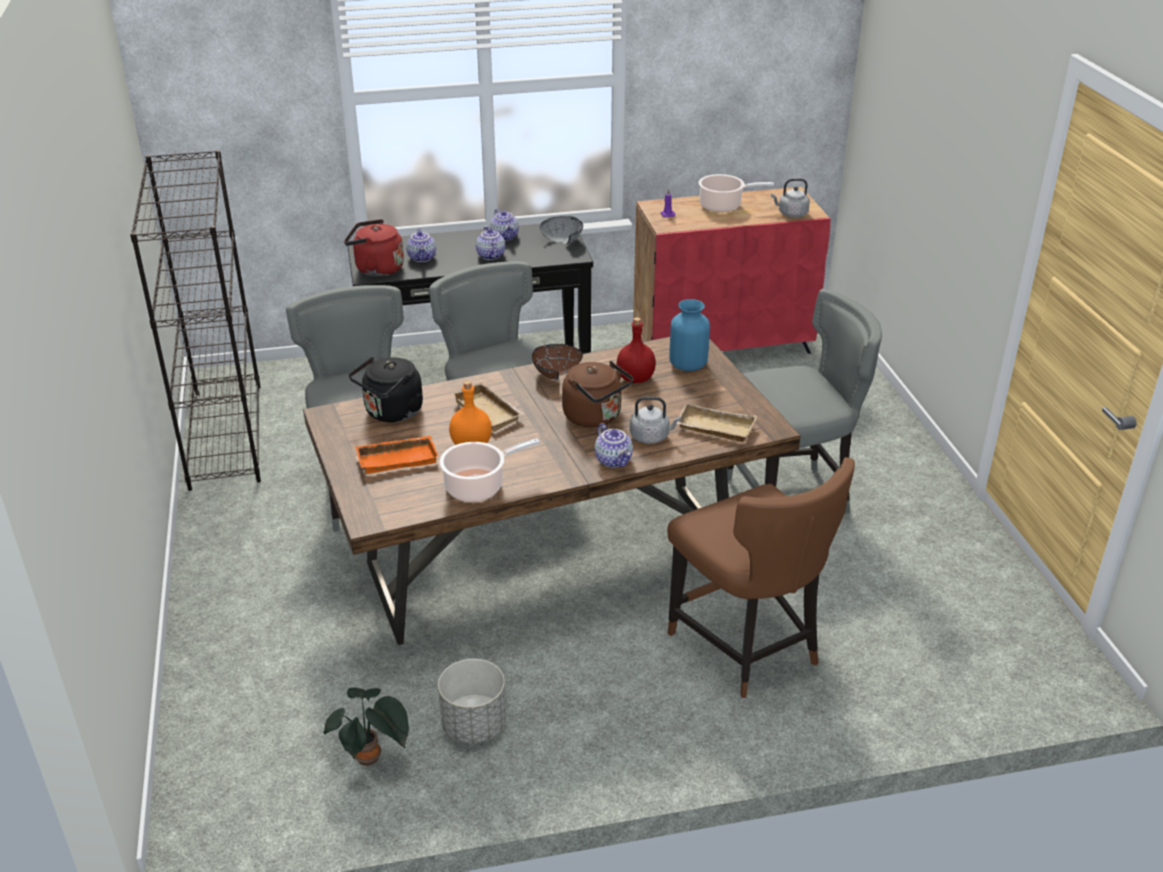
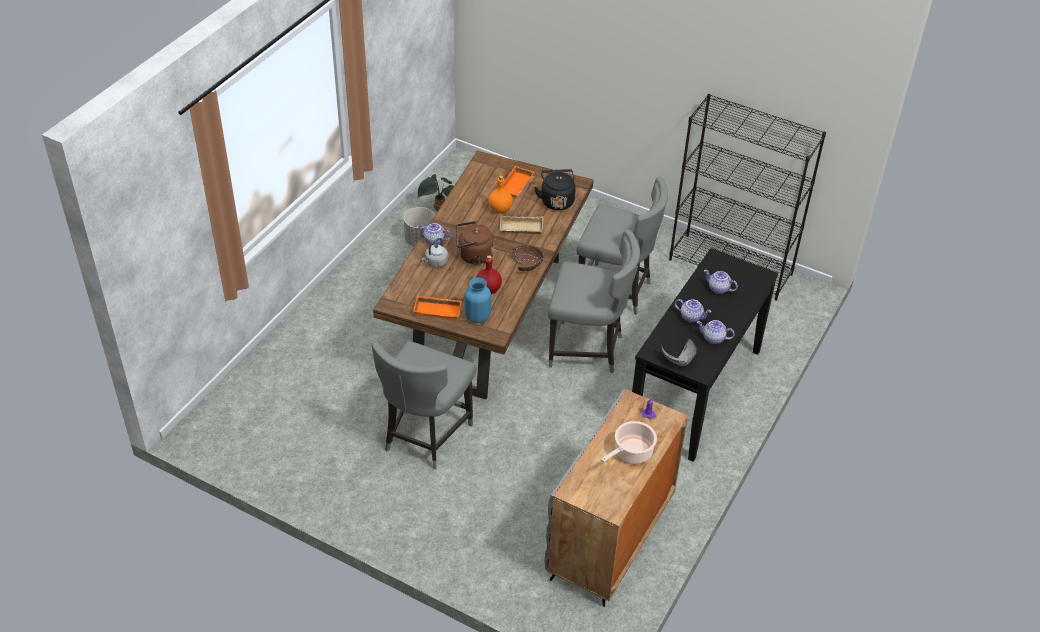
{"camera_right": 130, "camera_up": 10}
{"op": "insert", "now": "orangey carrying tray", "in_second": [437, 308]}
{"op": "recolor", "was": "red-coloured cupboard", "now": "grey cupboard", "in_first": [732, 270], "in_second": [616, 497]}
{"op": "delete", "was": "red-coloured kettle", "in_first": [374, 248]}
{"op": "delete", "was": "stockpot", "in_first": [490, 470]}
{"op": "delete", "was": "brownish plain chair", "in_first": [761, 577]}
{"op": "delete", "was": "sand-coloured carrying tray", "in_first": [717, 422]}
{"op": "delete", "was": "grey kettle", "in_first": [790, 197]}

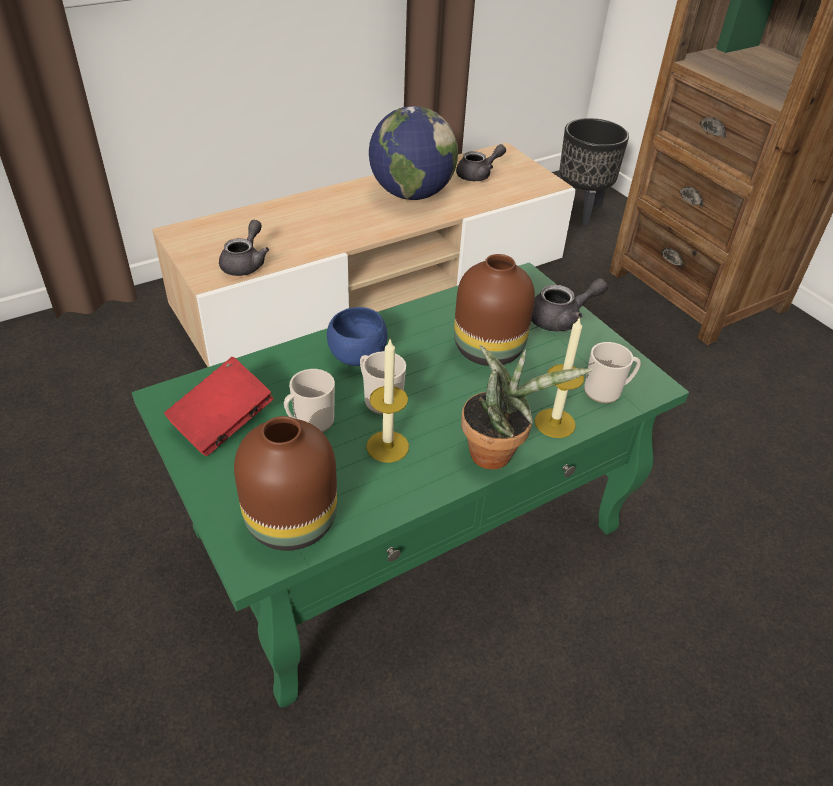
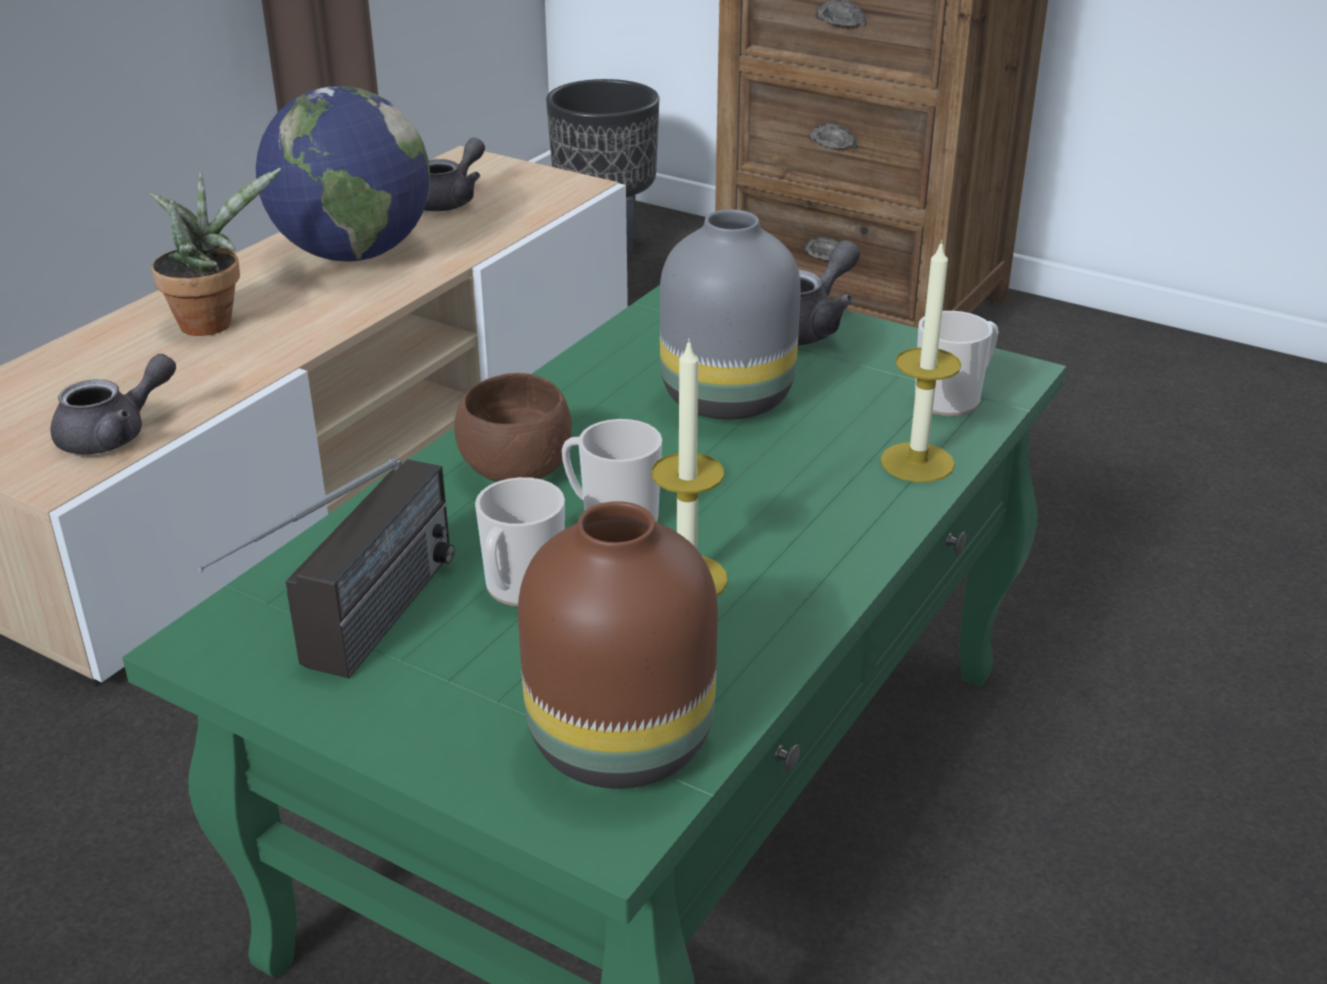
{"camera_right": -25, "camera_up": -10}
{"op": "rotate", "was": "grey teapot", "in_first": [244, 248], "in_second": [113, 404], "clockwise": 60}
{"op": "move", "was": "potted plant", "in_first": [527, 407], "in_second": [215, 252]}
{"op": "replace", "was": "red-coloured bound book", "now": "radio set", "in_first": [218, 406], "in_second": [325, 568]}
{"op": "recolor", "was": "blue bowl", "now": "brownish bowl", "in_first": [357, 336], "in_second": [513, 427]}
{"op": "recolor", "was": "brownish decorative vase", "now": "grey decorative vase", "in_first": [494, 310], "in_second": [730, 314]}

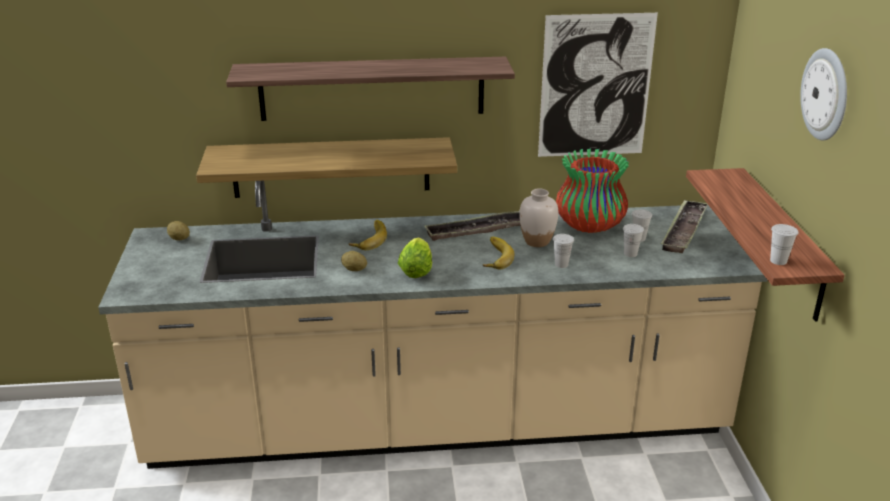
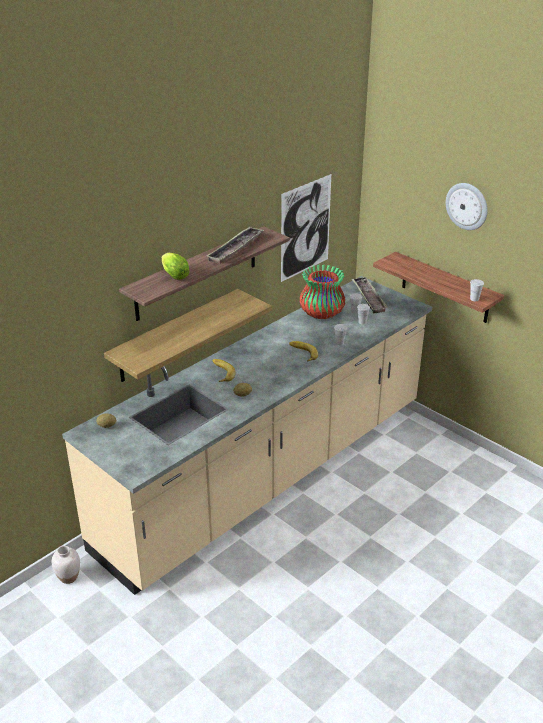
{"camera_right": -40, "camera_up": 5}
{"op": "move", "was": "whitish decorative vase", "in_first": [538, 217], "in_second": [66, 565]}
{"op": "move", "was": "head of lettuce", "in_first": [415, 258], "in_second": [176, 266]}
{"op": "move", "was": "carrying tray", "in_first": [472, 226], "in_second": [235, 245]}

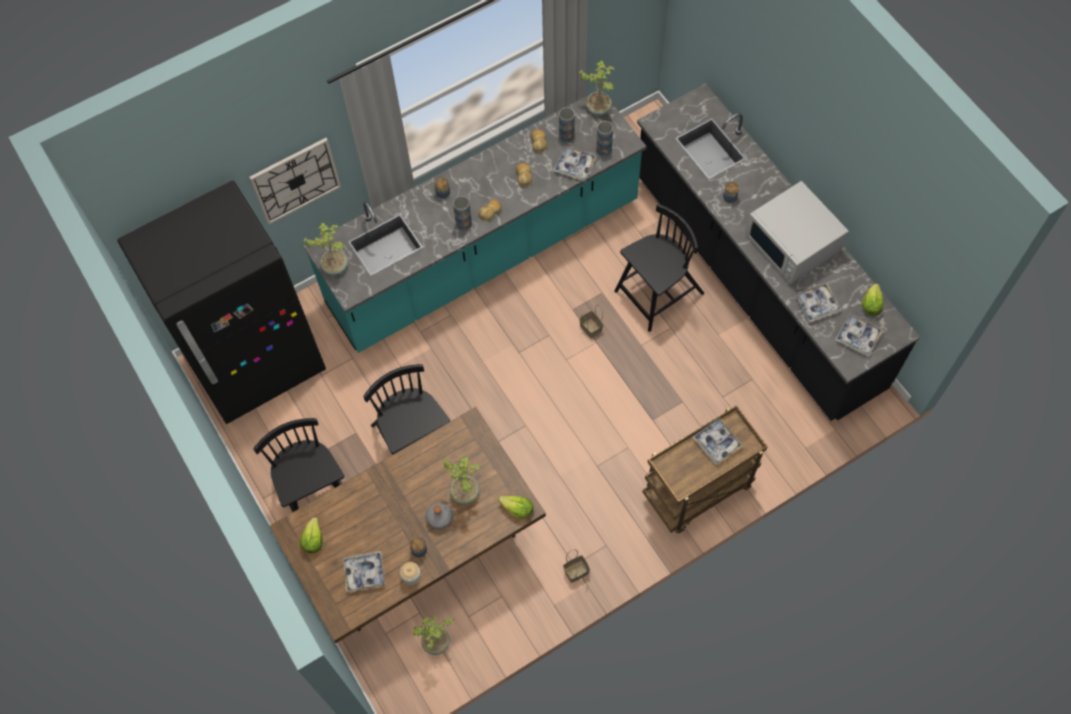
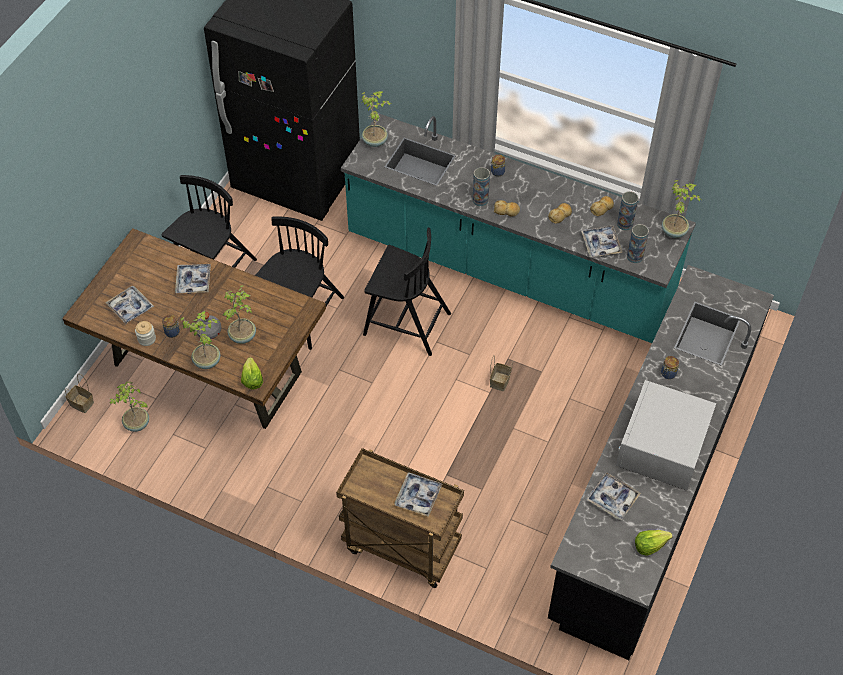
{"camera_right": 55, "camera_up": -10}
{"op": "move", "was": "household basket", "in_first": [576, 566], "in_second": [79, 393]}
{"op": "move", "was": "carrying tray", "in_first": [859, 335], "in_second": [193, 279]}
{"op": "insert", "now": "potted plant", "in_second": [200, 340]}
{"op": "move", "was": "blackish plain chair", "in_first": [659, 268], "in_second": [407, 292]}
{"op": "delete", "was": "wall clock", "in_first": [295, 181]}
{"op": "delete", "was": "head of lettuce", "in_first": [311, 535]}

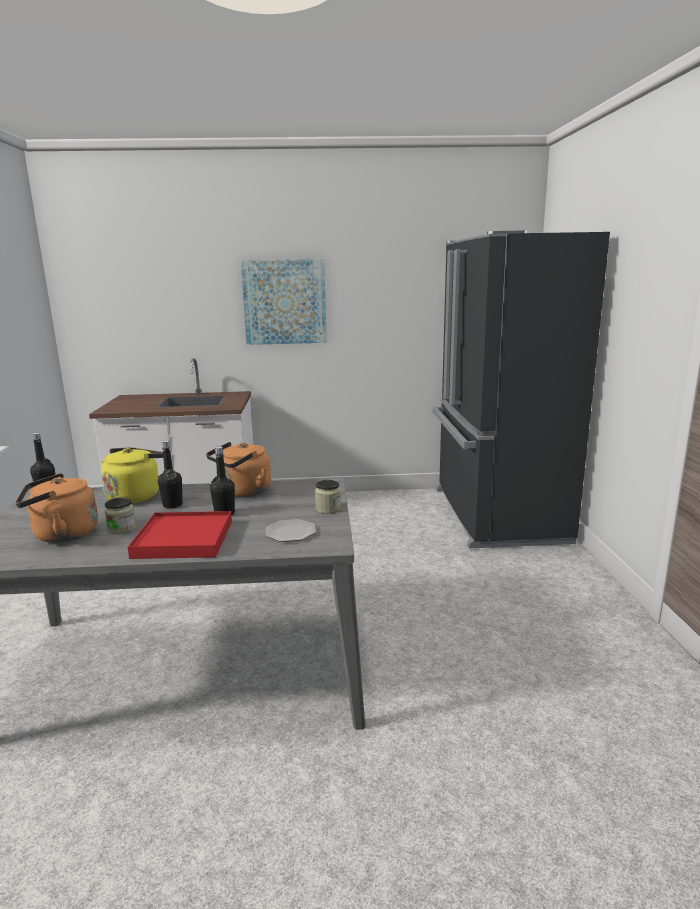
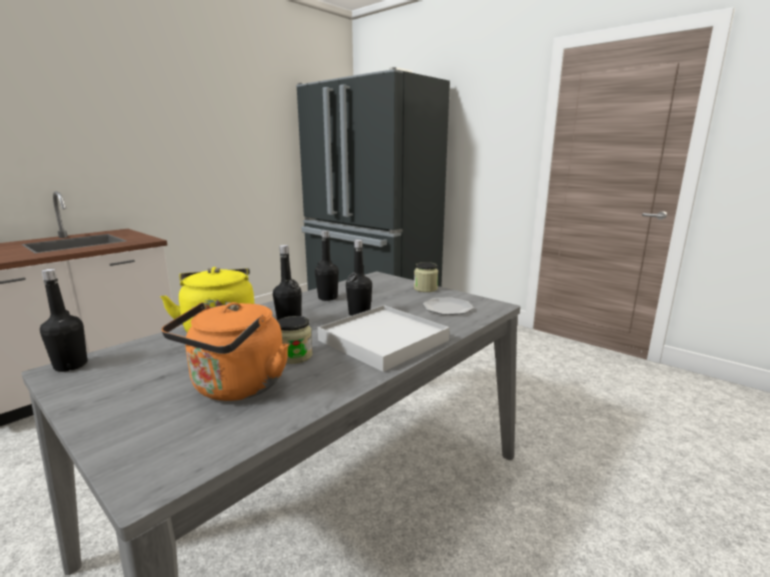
{"camera_right": -45, "camera_up": 0}
{"op": "replace", "was": "orangey kettle", "now": "blackish bottle", "in_first": [238, 469], "in_second": [327, 265]}
{"op": "recolor", "was": "red-coloured carrying tray", "now": "whitish carrying tray", "in_first": [179, 535], "in_second": [384, 338]}
{"op": "delete", "was": "wall picture", "in_first": [284, 302]}

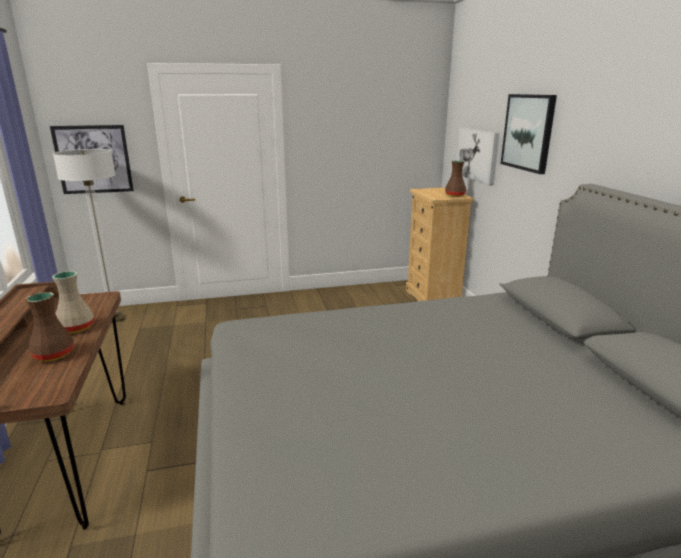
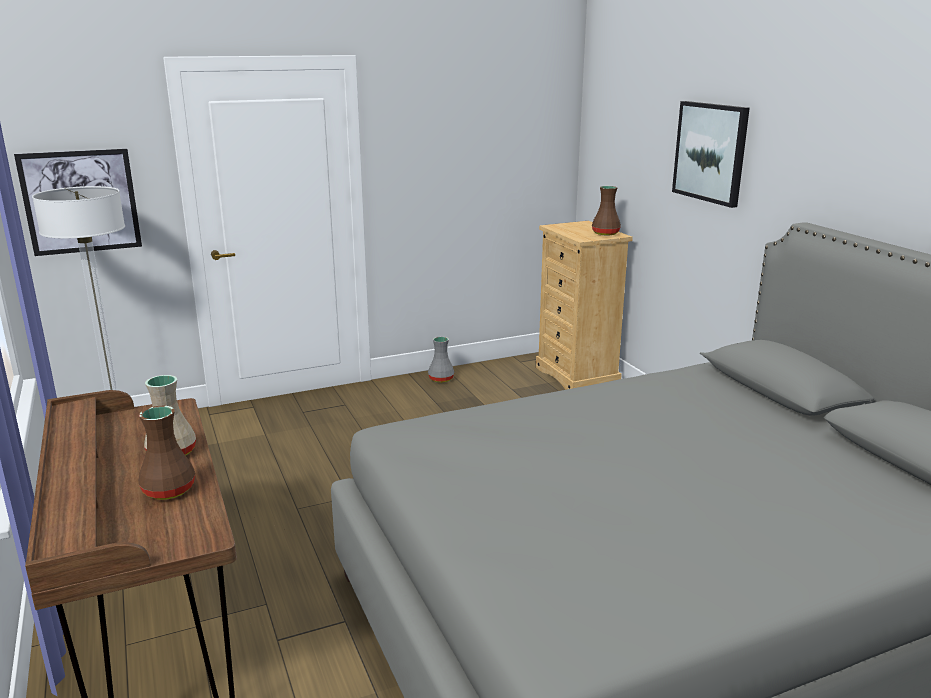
{"camera_right": -10, "camera_up": 0}
{"op": "insert", "now": "grey decorative vase", "in_second": [441, 360]}
{"op": "delete", "was": "wall picture", "in_first": [478, 157]}

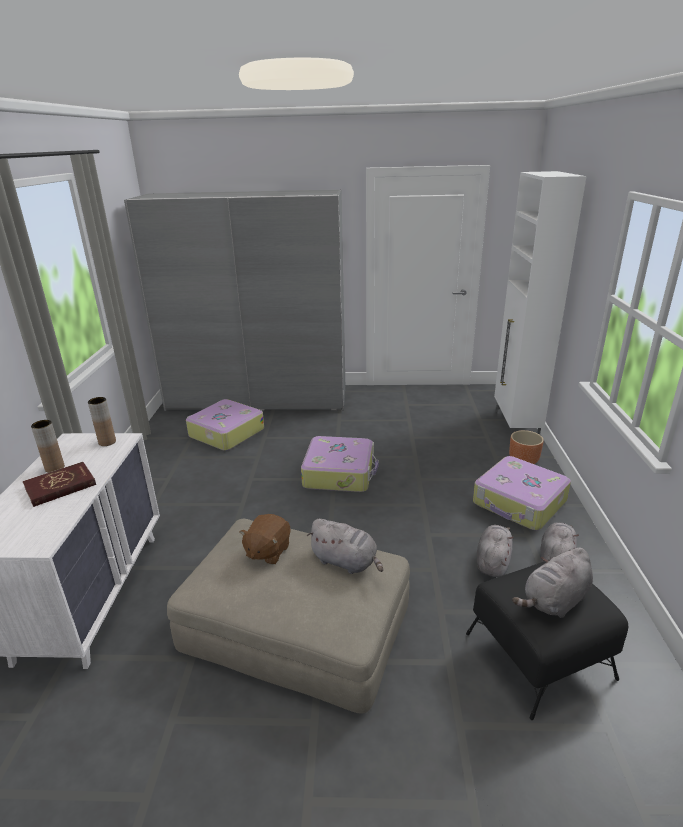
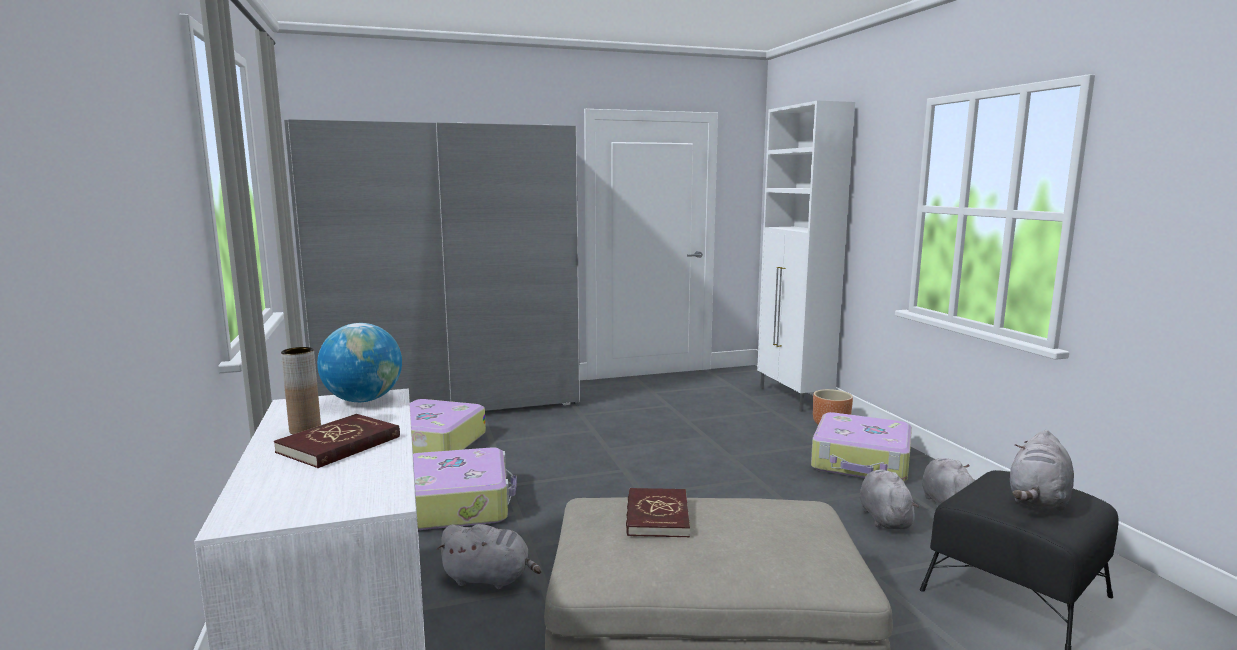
{"camera_right": -20, "camera_up": -15}
{"op": "replace", "was": "brownish decorative vase", "now": "world globe", "in_first": [102, 421], "in_second": [359, 362]}
{"op": "move", "was": "suitcase", "in_first": [340, 464], "in_second": [465, 488]}
{"op": "move", "was": "grey cuddly toy", "in_first": [345, 546], "in_second": [489, 556]}
{"op": "replace", "was": "brownish cuddly toy", "now": "red-coloured bound book", "in_first": [265, 539], "in_second": [658, 512]}

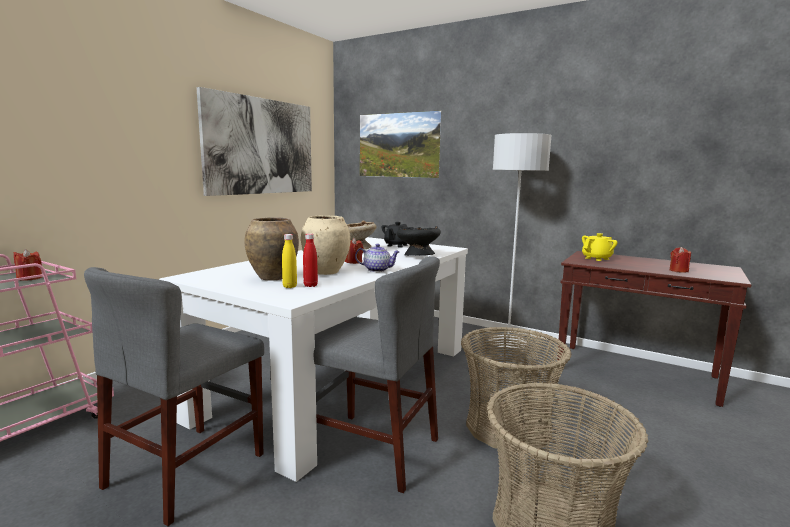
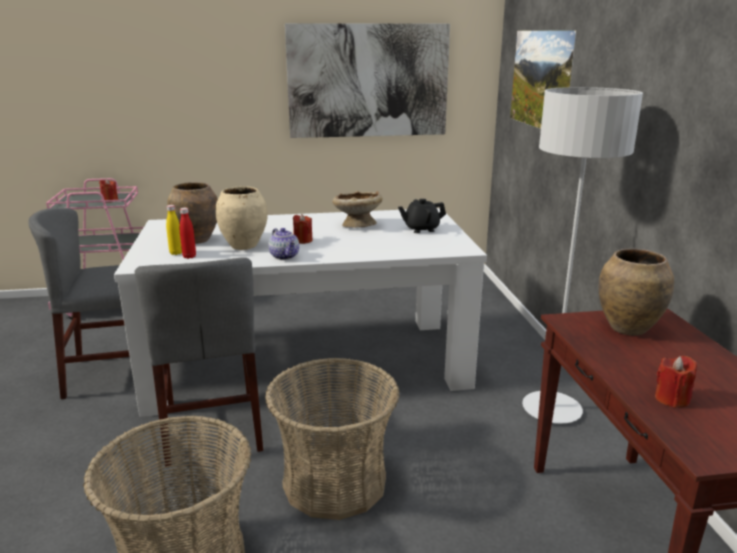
{"camera_right": 50, "camera_up": 10}
{"op": "replace", "was": "yellow teapot", "now": "brownish decorative vase", "in_first": [600, 247], "in_second": [636, 292]}
{"op": "delete", "was": "blackish bowl", "in_first": [419, 241]}

